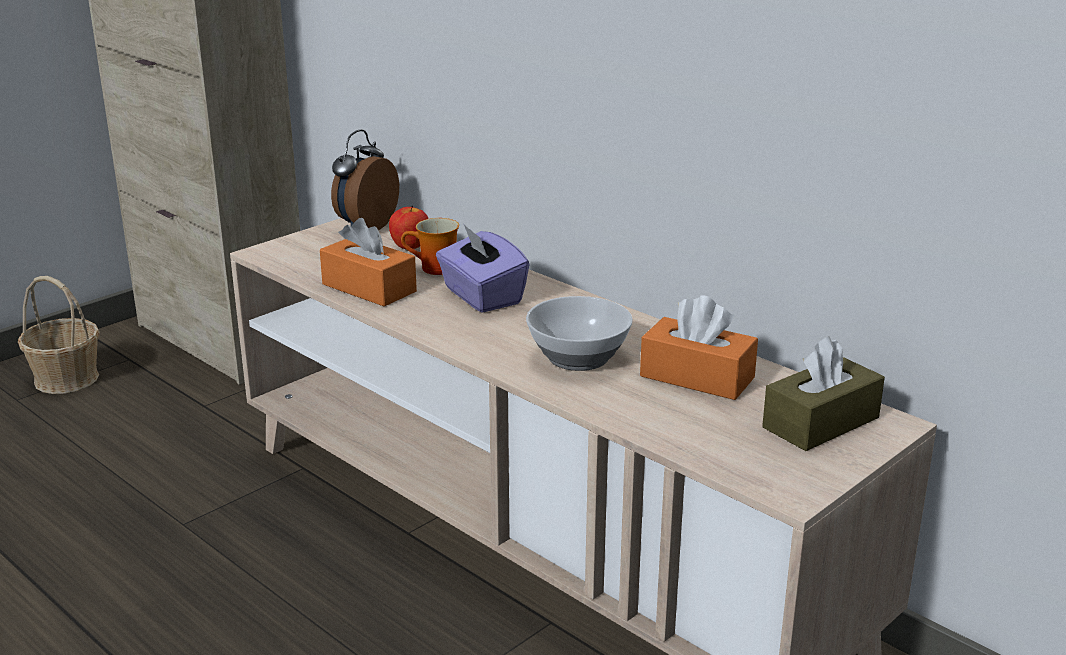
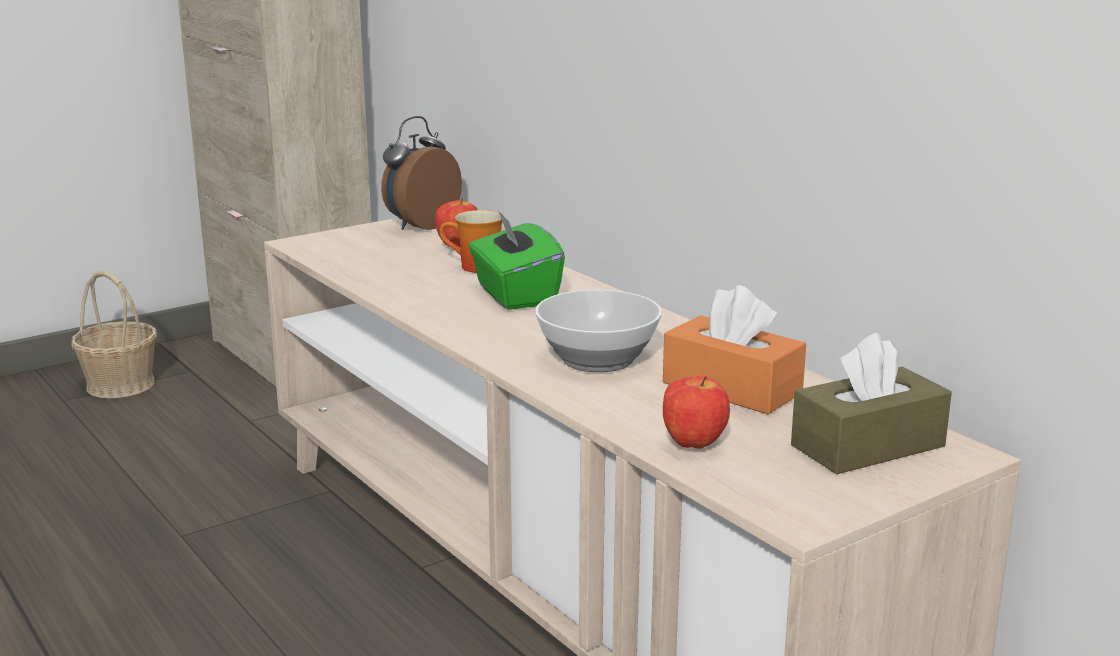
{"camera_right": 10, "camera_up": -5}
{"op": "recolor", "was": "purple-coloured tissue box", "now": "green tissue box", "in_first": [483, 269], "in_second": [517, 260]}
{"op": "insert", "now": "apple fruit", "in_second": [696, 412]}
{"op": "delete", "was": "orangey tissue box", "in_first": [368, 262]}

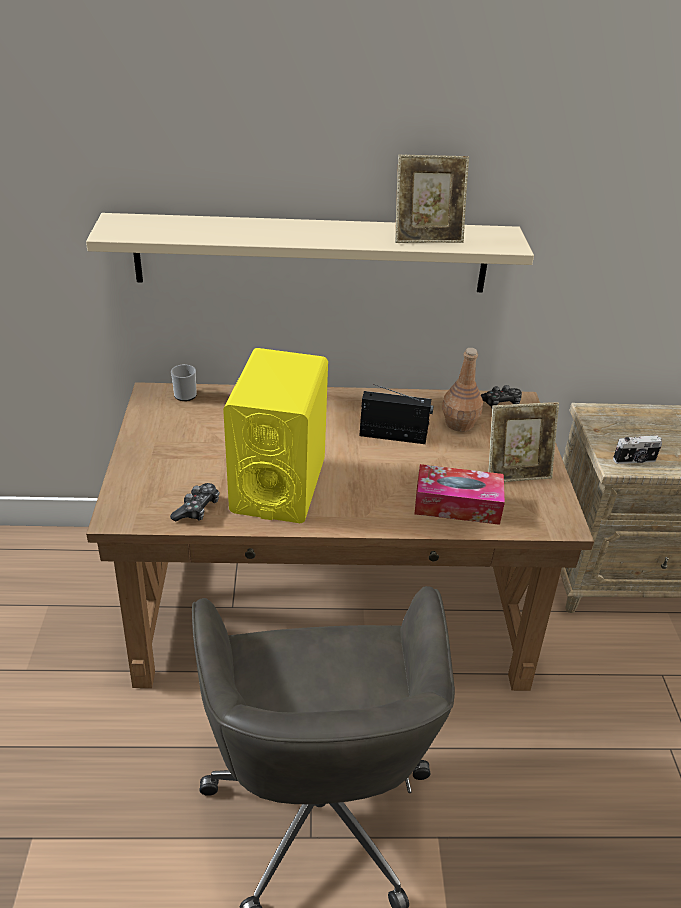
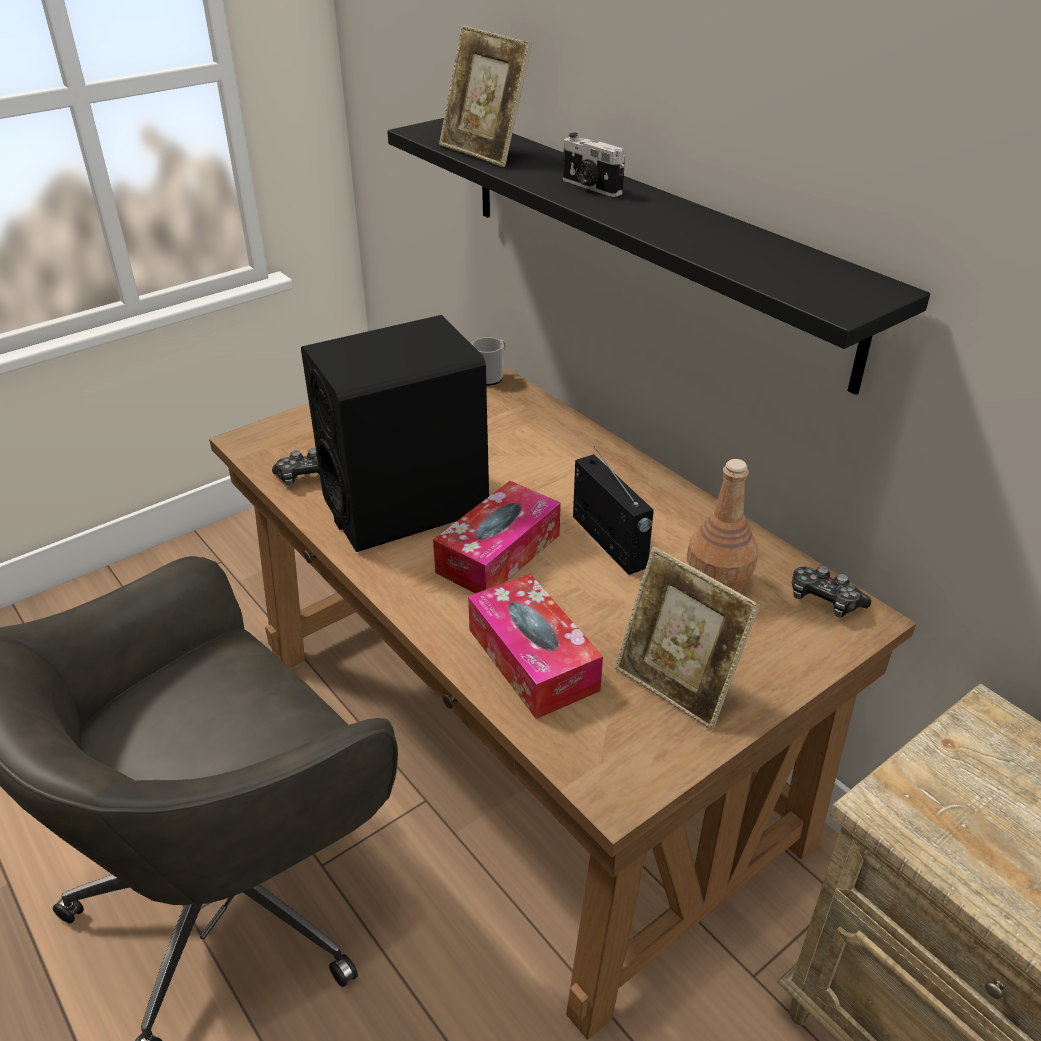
{"camera_right": 55, "camera_up": 0}
{"op": "recolor", "was": "yellow audio speaker", "now": "blackish audio speaker", "in_first": [275, 435], "in_second": [395, 433]}
{"op": "recolor", "was": "sand-coloured shelf", "now": "blackish shelf", "in_first": [310, 252], "in_second": [658, 256]}
{"op": "insert", "now": "tissue box", "in_second": [497, 537]}
{"op": "move", "was": "standing frame", "in_first": [432, 199], "in_second": [485, 96]}
{"op": "move", "was": "photo camera", "in_first": [637, 449], "in_second": [594, 164]}

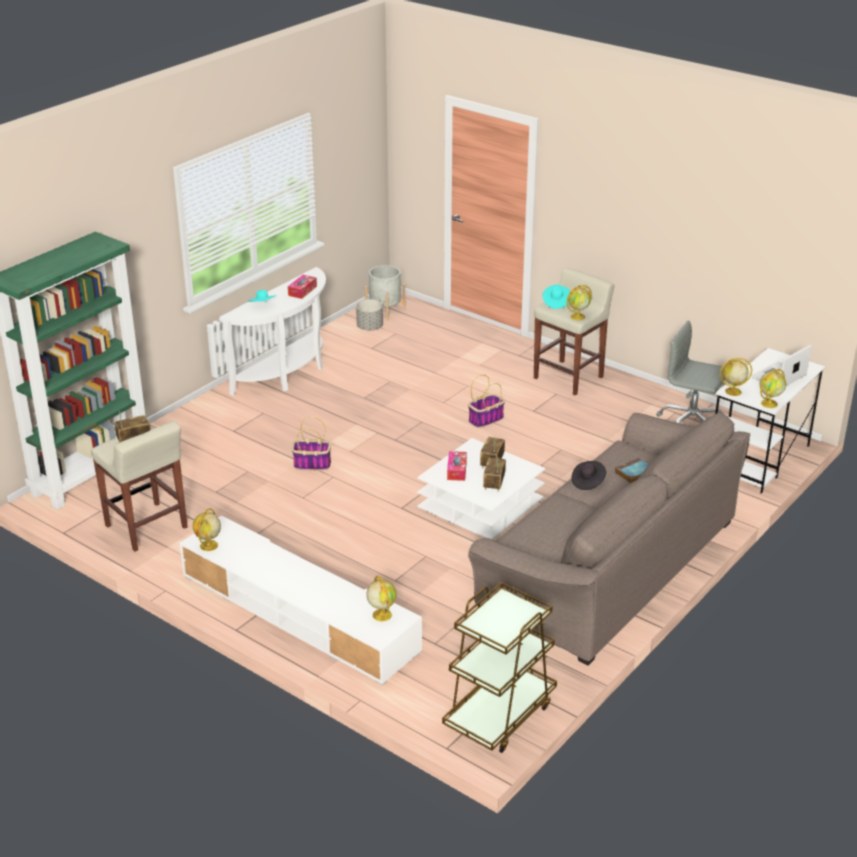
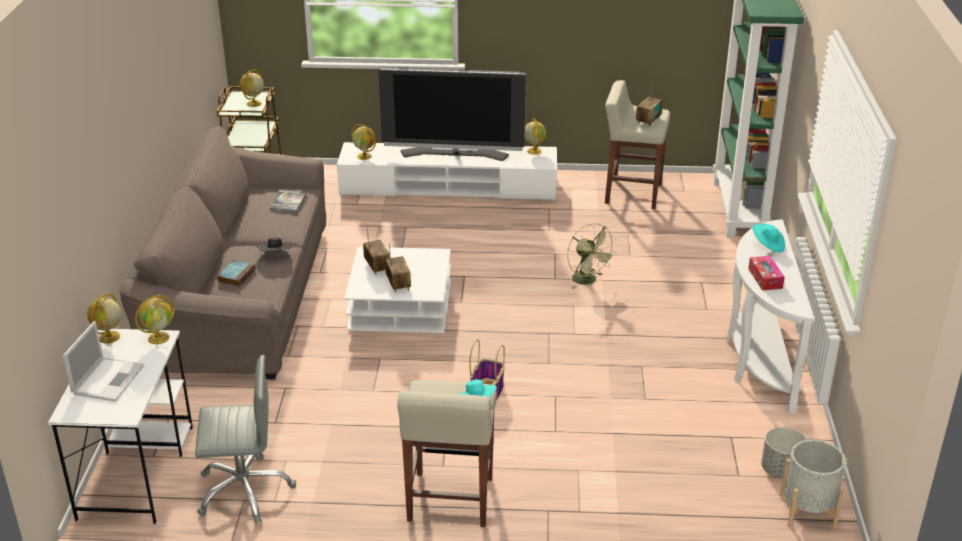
{"camera_right": 145, "camera_up": 0}
{"op": "move", "was": "world globe", "in_first": [579, 302], "in_second": [252, 88]}
{"op": "insert", "now": "bound book", "in_second": [288, 201]}
{"op": "insert", "now": "television", "in_second": [452, 114]}
{"op": "replace", "was": "household basket", "now": "green cooling fan", "in_first": [311, 443], "in_second": [592, 256]}
{"op": "delete", "was": "tissue box", "in_first": [457, 466]}

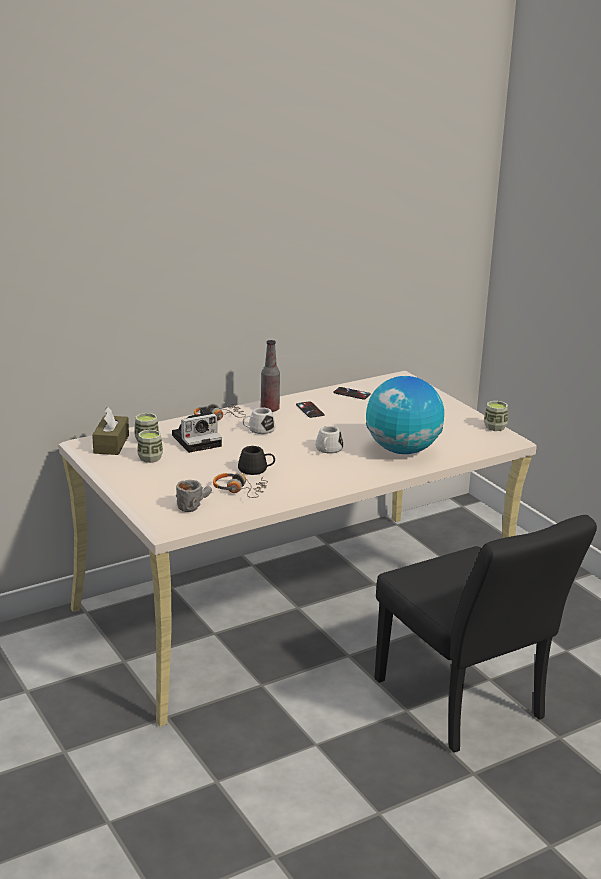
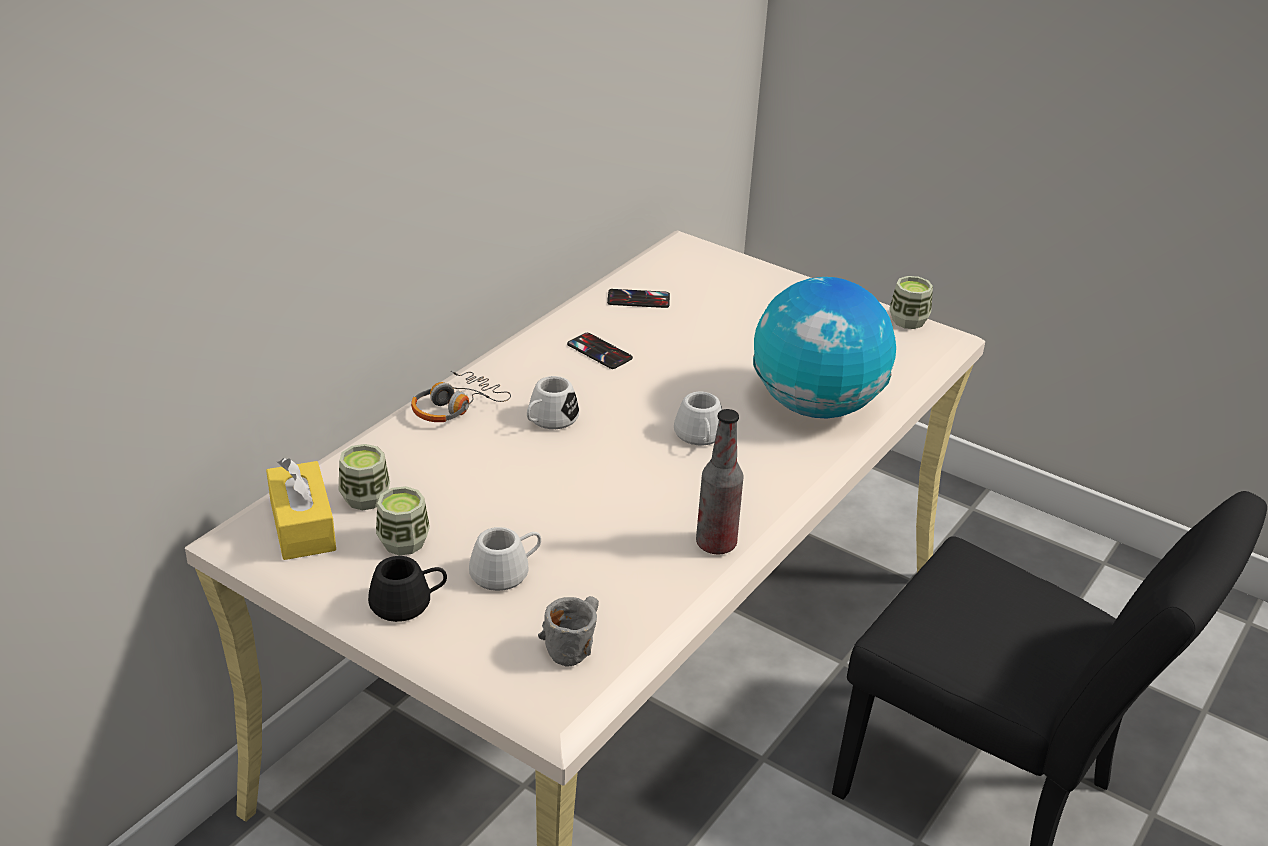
{"camera_right": -25, "camera_up": 10}
{"op": "recolor", "was": "brownish tissue box", "now": "yellow tissue box", "in_first": [110, 430], "in_second": [301, 509]}
{"op": "move", "was": "blackish coffee mug", "in_first": [256, 460], "in_second": [407, 589]}
{"op": "insert", "now": "whitish coffee mug", "in_second": [505, 559]}
{"op": "move", "was": "bottle", "in_first": [270, 376], "in_second": [720, 481]}
{"op": "delete", "was": "photo camera", "in_first": [197, 430]}
{"op": "delete", "was": "pair of headphones", "in_first": [240, 485]}

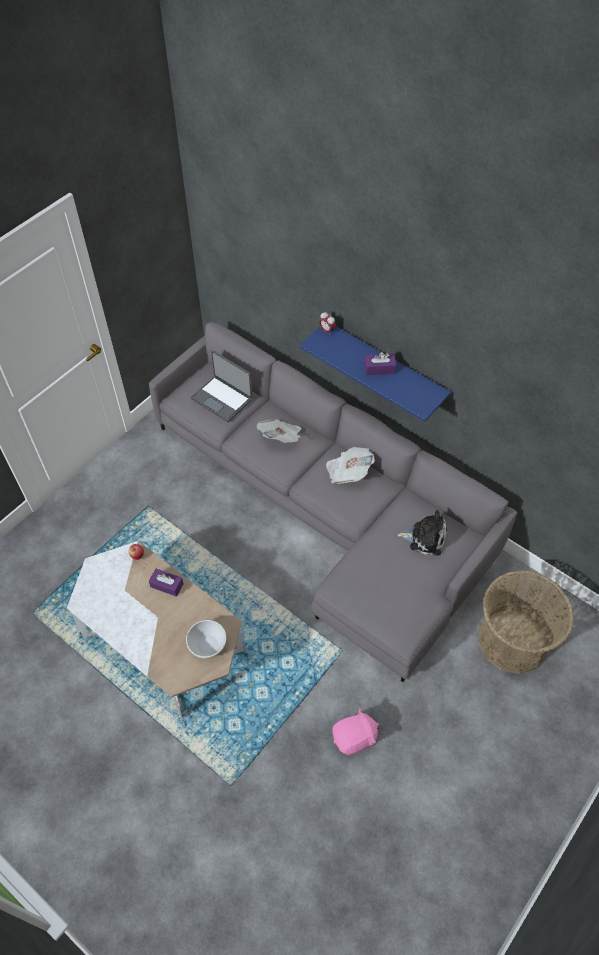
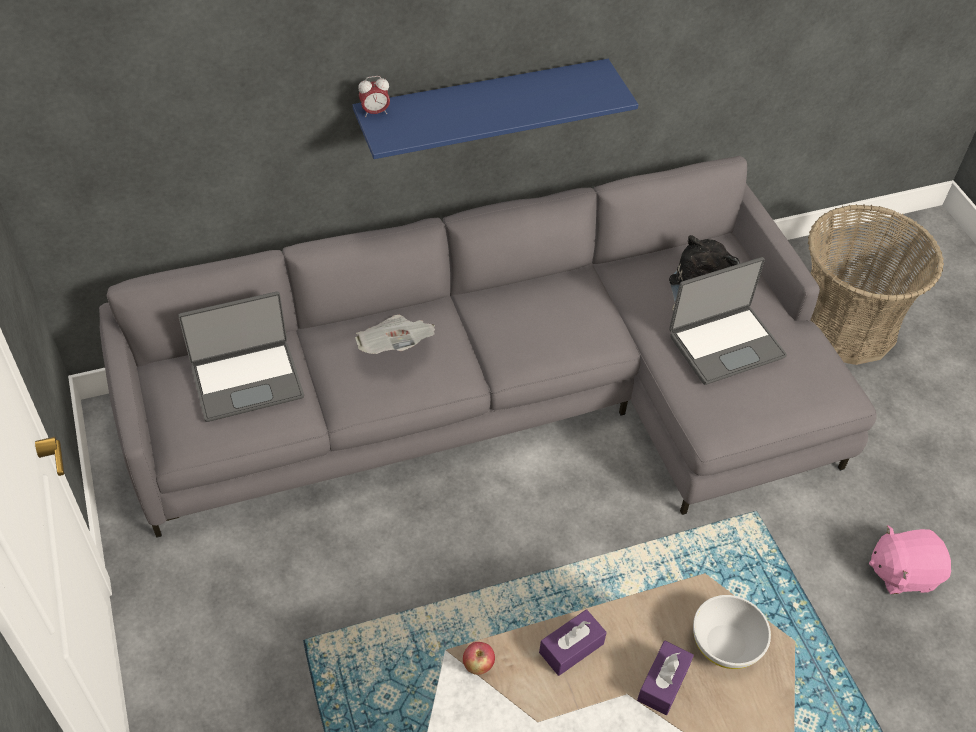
{"camera_right": -60, "camera_up": -5}
{"op": "move", "was": "purple-coloured tissue box", "in_first": [380, 363], "in_second": [665, 678]}
{"op": "insert", "now": "portable computer", "in_second": [728, 321]}
{"op": "rotate", "was": "pinkish cuddly toy", "in_first": [355, 731], "in_second": [910, 559], "clockwise": -105}
{"op": "delete", "was": "daily paper", "in_first": [350, 465]}

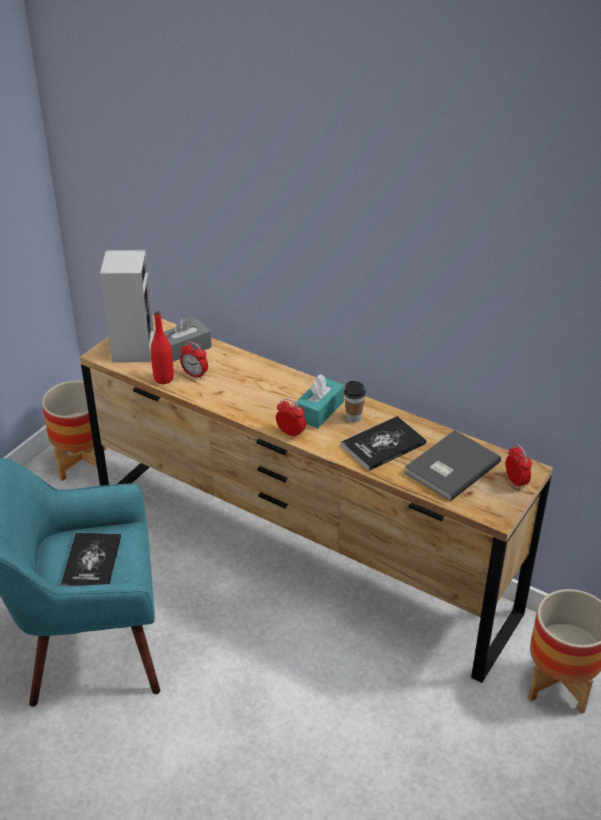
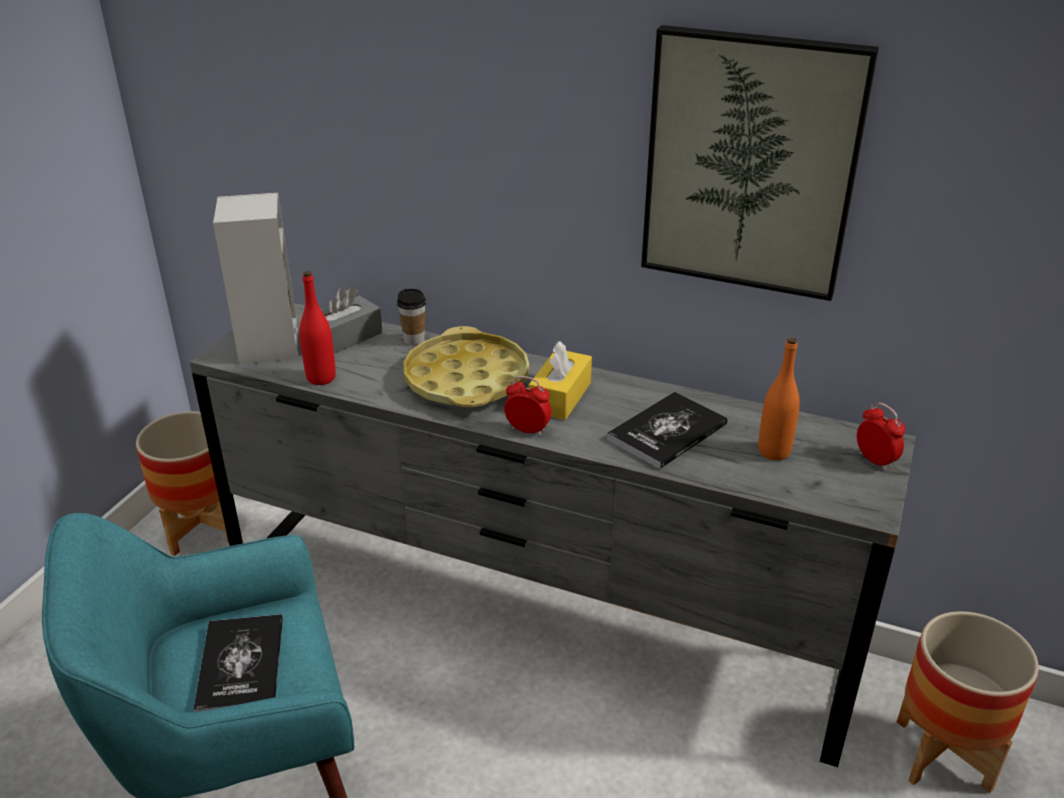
{"camera_right": -10, "camera_up": -5}
{"op": "recolor", "was": "brownish dresser", "now": "grey dresser", "in_first": [316, 499], "in_second": [553, 535]}
{"op": "move", "was": "cup", "in_first": [355, 401], "in_second": [411, 316]}
{"op": "insert", "now": "yellow carrying tray", "in_second": [466, 366]}
{"op": "recolor", "was": "turquoise tissue box", "now": "yellow tissue box", "in_first": [319, 401], "in_second": [560, 380]}
{"op": "insert", "now": "wall picture", "in_second": [760, 163]}
{"op": "replace", "was": "grey bound book", "now": "orangey bottle", "in_first": [453, 465], "in_second": [779, 399]}
{"op": "delete", "was": "bedside clock", "in_first": [194, 360]}

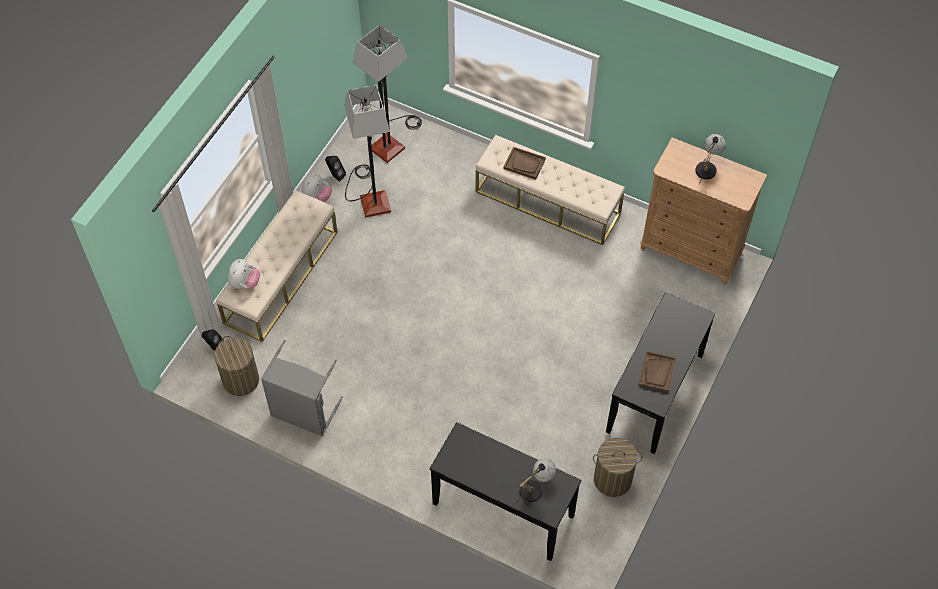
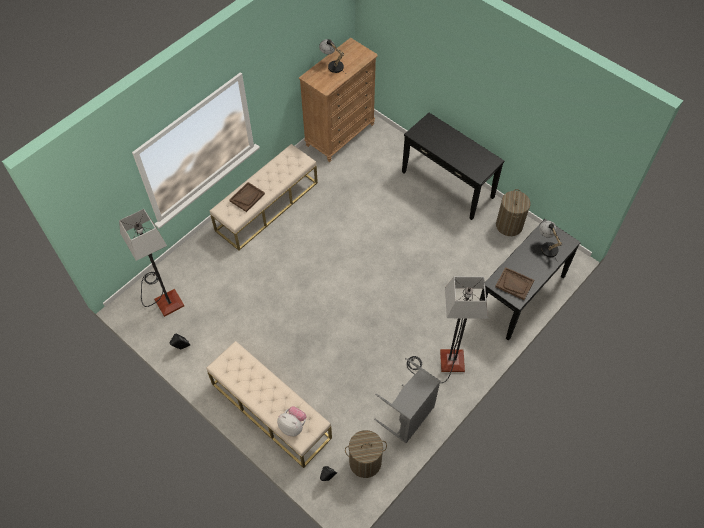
{"camera_right": -75, "camera_up": 0}
{"op": "move", "was": "standing lamp", "in_first": [367, 151], "in_second": [447, 330]}
{"op": "move", "was": "brownish carrying tray", "in_first": [657, 371], "in_second": [514, 283]}
{"op": "delete", "was": "cuddly toy", "in_first": [317, 188]}

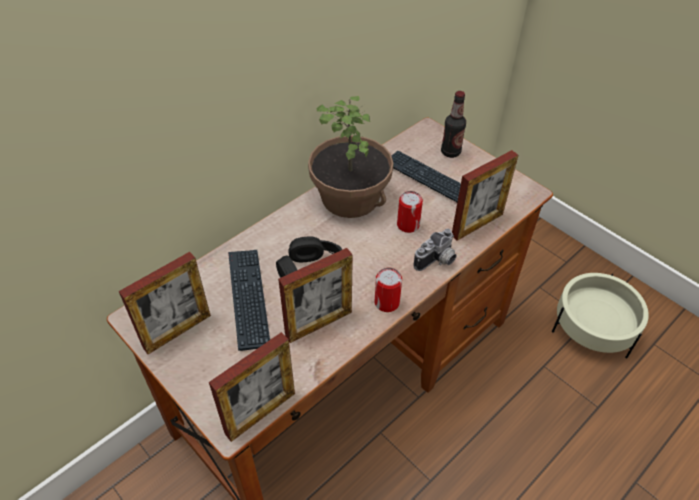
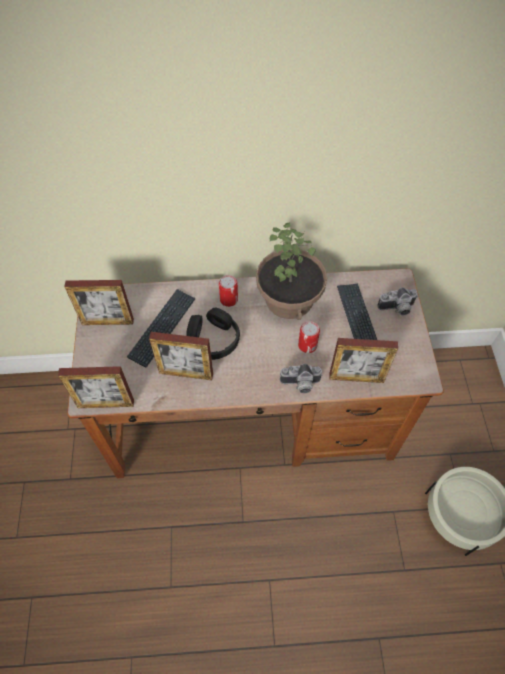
{"camera_right": 40, "camera_up": 10}
{"op": "move", "was": "can", "in_first": [388, 289], "in_second": [228, 291]}
{"op": "replace", "was": "bottle", "now": "photo camera", "in_first": [453, 124], "in_second": [397, 301]}

